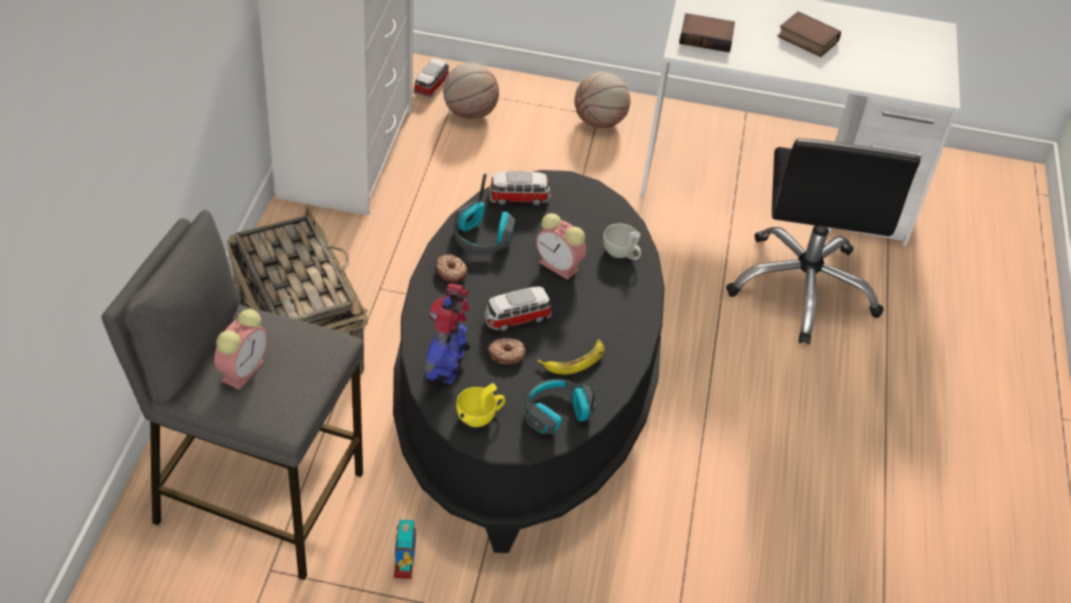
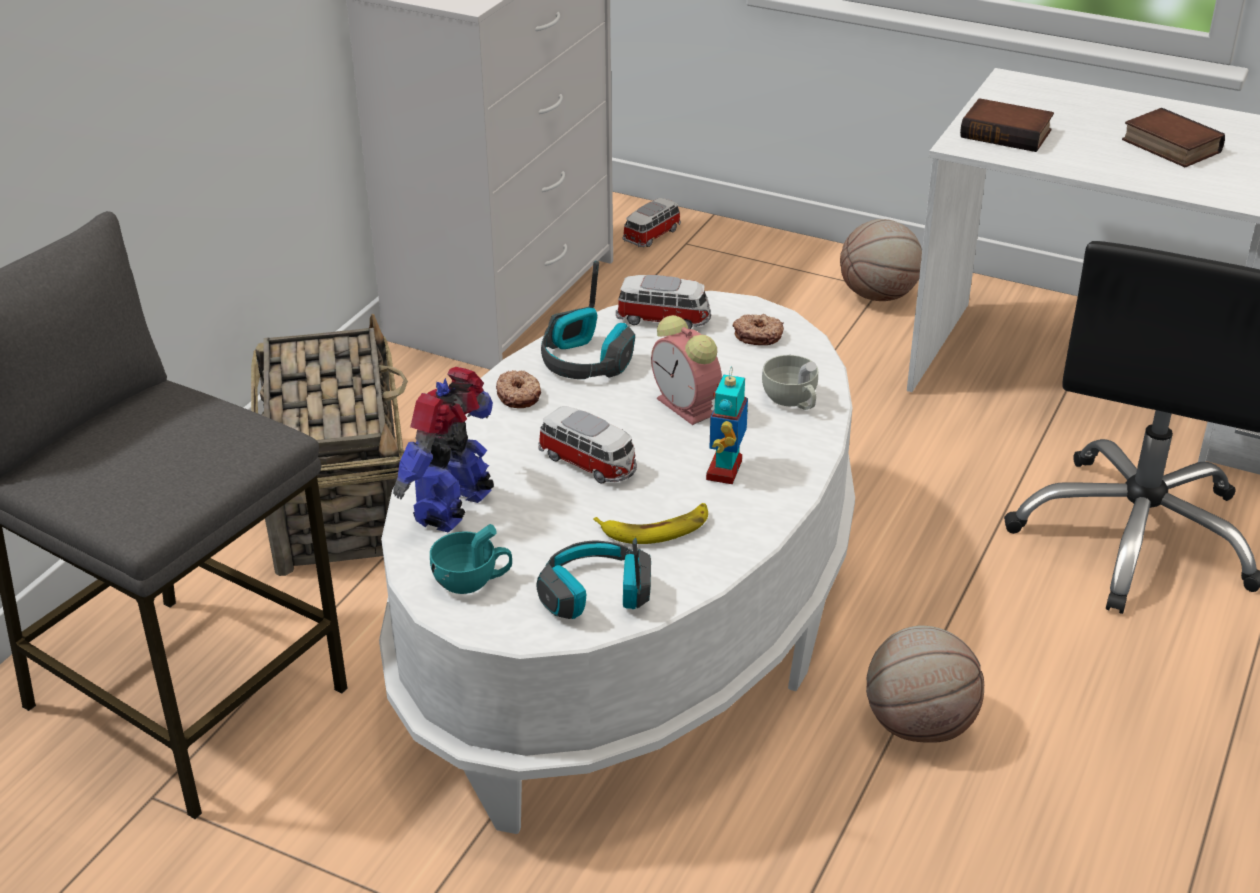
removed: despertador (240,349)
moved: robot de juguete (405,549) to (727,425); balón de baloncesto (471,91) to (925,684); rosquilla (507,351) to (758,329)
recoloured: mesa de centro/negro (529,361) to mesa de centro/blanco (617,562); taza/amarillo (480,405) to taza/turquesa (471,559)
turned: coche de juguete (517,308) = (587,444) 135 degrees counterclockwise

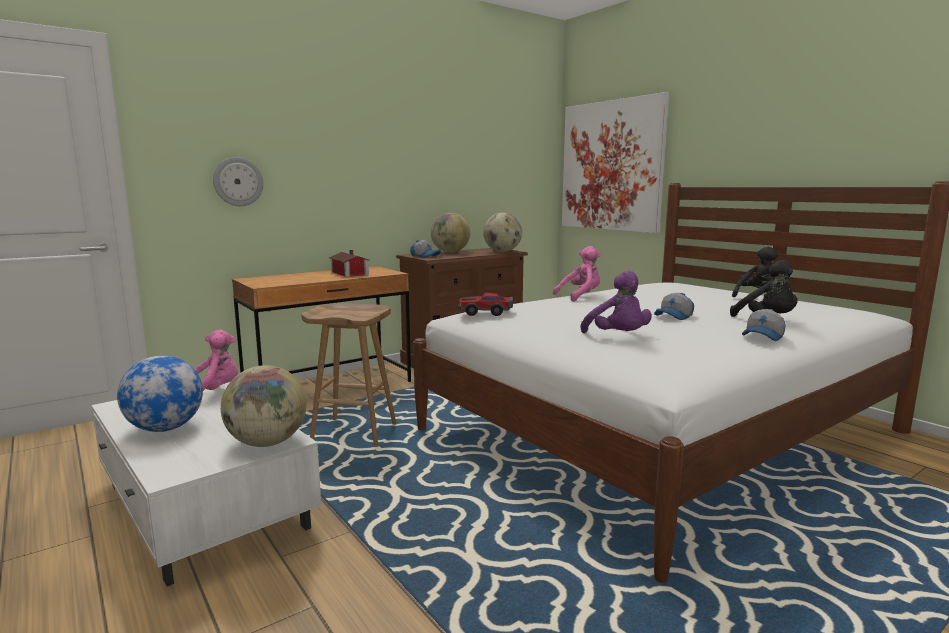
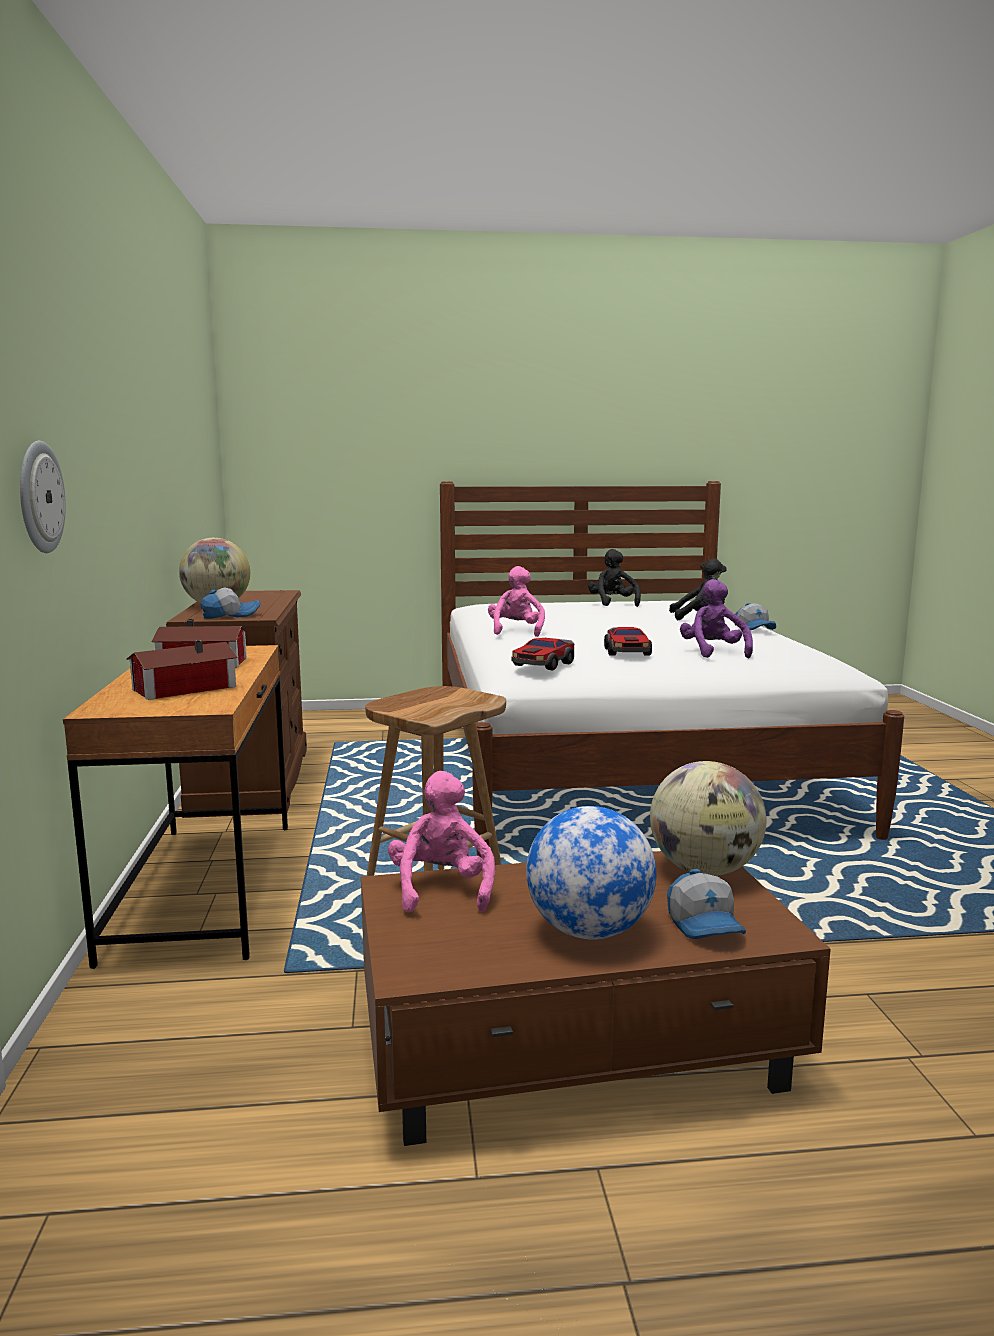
removed: globo terráqueo (502,232); cuadro (615,162)
added: casita (182,670); coche de juguete (628,641)
moved: gorra (674,306) to (706,904)
recoloured: mesa de centro/blanco (206,484) to mesa de centro/marrón (596,998)
turned: peluche/morado (616,302) = (716,618) 105 degrees counterclockwise

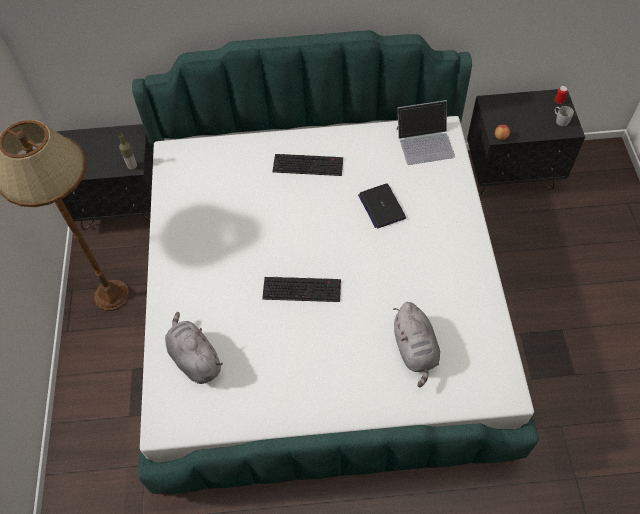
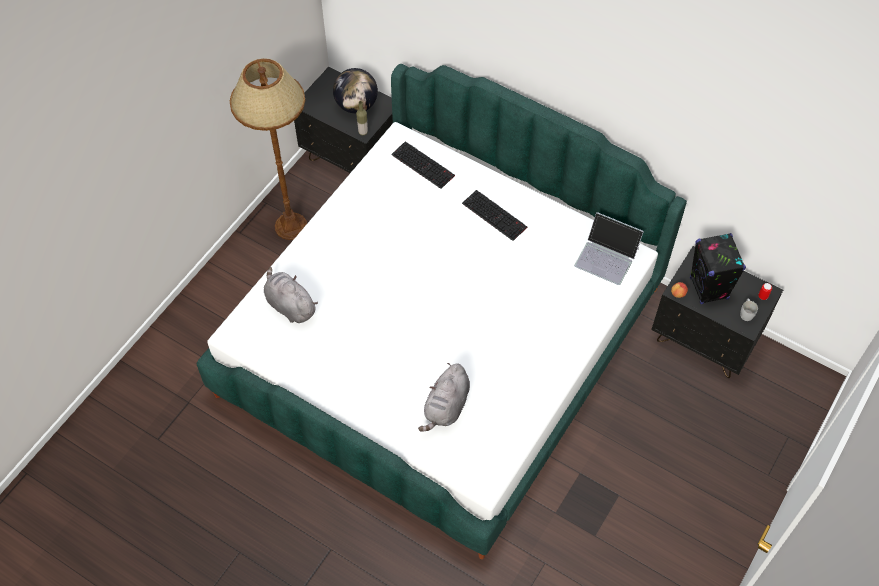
removed: portátil (382,206)
added: globo terráqueo (355,90); altavoz/negro (718,268)
moved: teclado (301,289) to (423,165)
turned: peluche/gris (194,348) = (291,295) 45 degrees counterclockwise

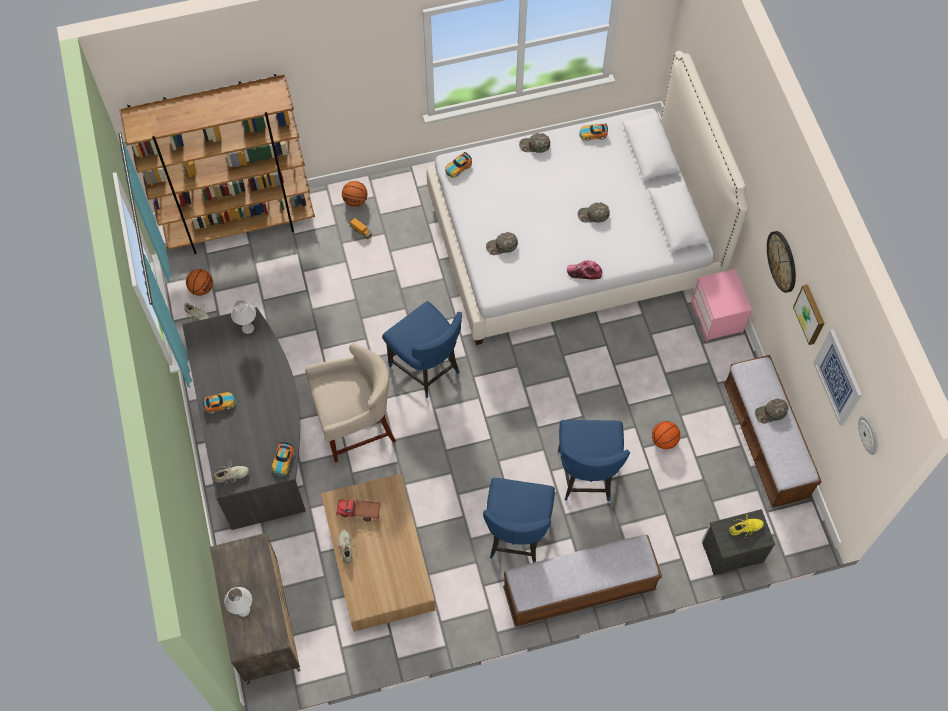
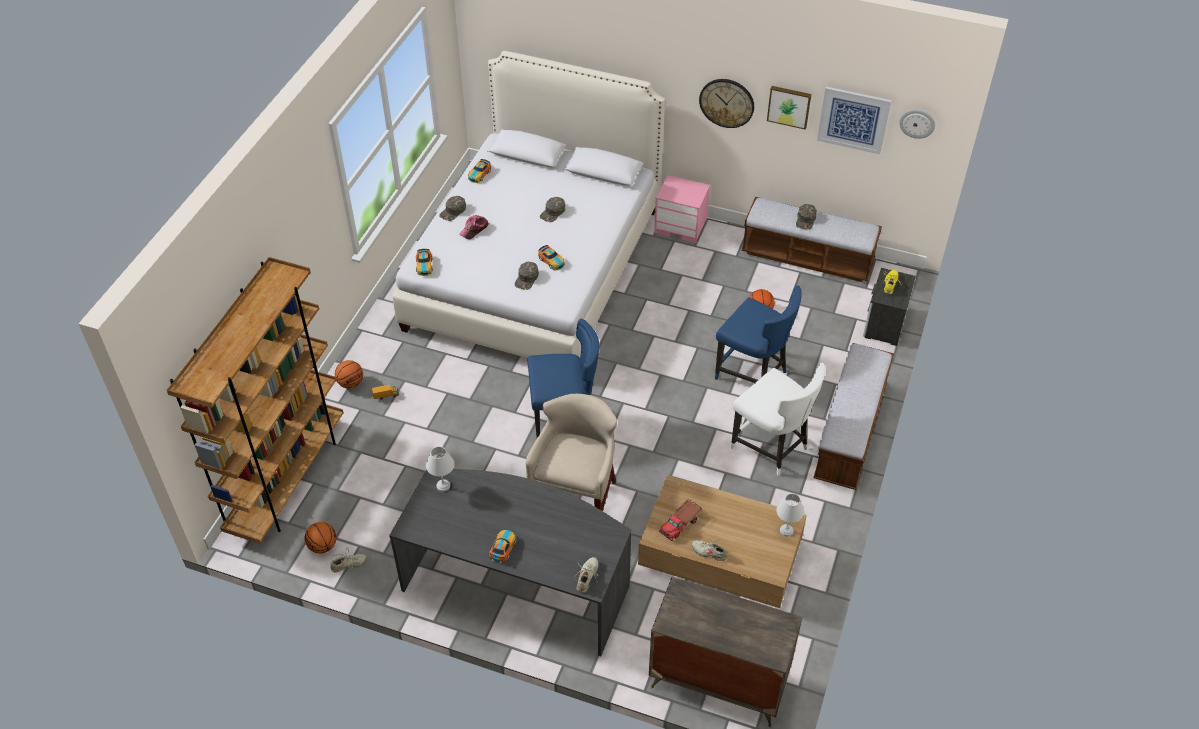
moved: lámpara de mesa/blanco (238,602) to (790,514); coche de juguete (283,459) to (551,257); gorra (584,269) to (474,227)
recoloured: silla/azul (519,520) to silla/blanco (778,419)

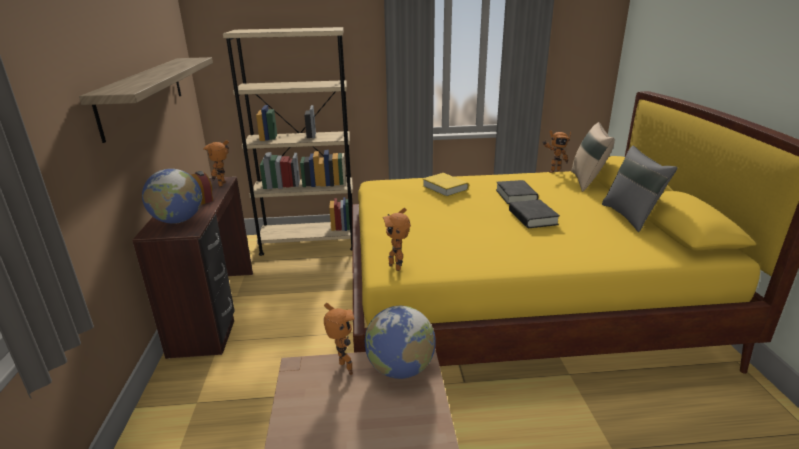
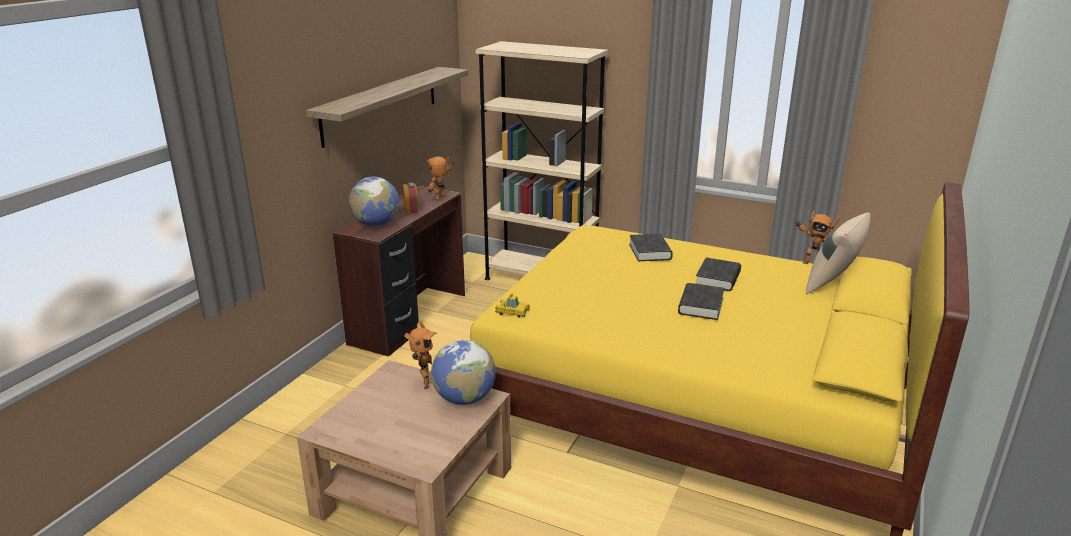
removed: cojín/gris (640,189)
replaced: robot de juguete (397,239) to coche de juguete (512,305)
recoloured: libro/amarillo (445,185) to libro/negro (651,247)

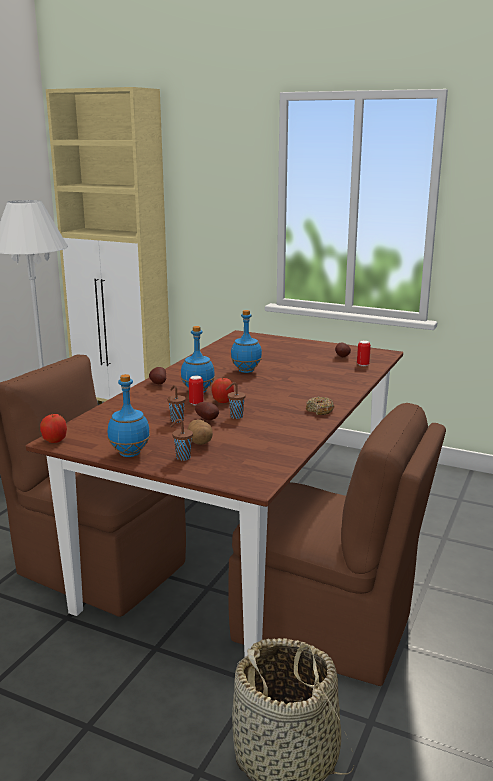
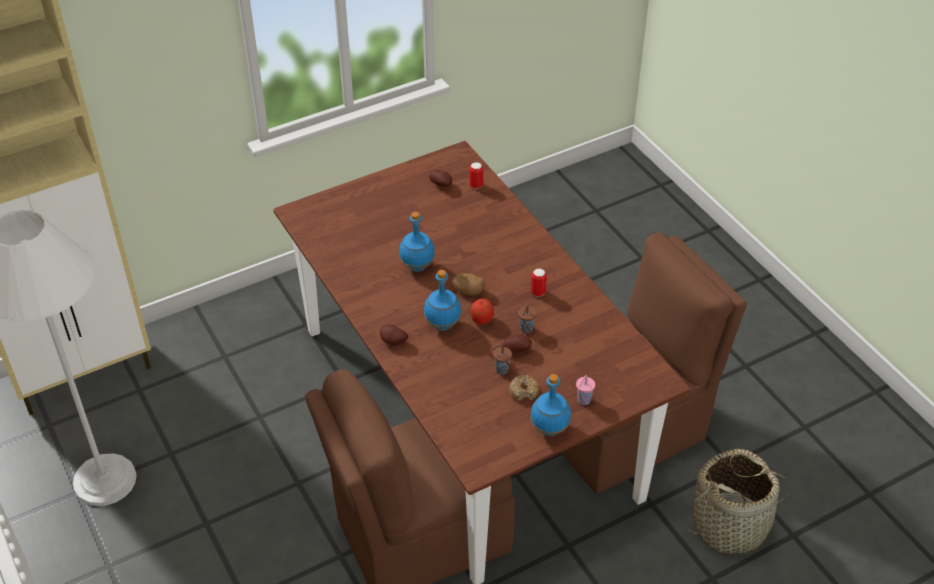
removed: manzana (53,428)
moved: patata (200,432) to (468,284); lata (196,390) to (539,283); rosquilla (320,405) to (524,388)
recoloured: taza/marrón (181,440) to taza/rosa (585,390)

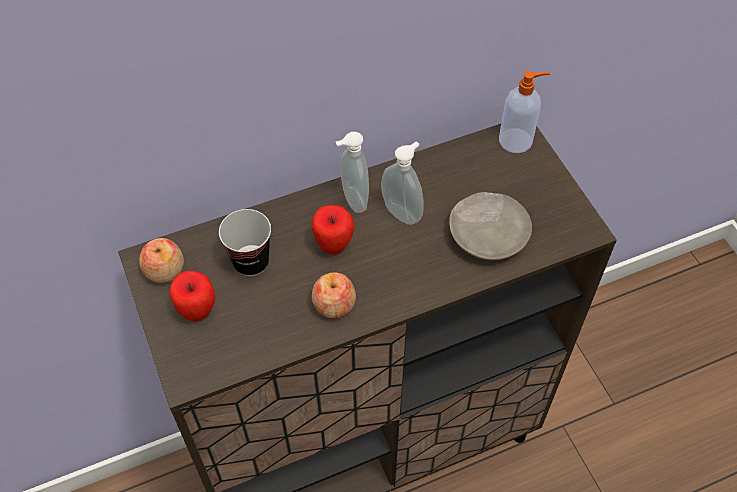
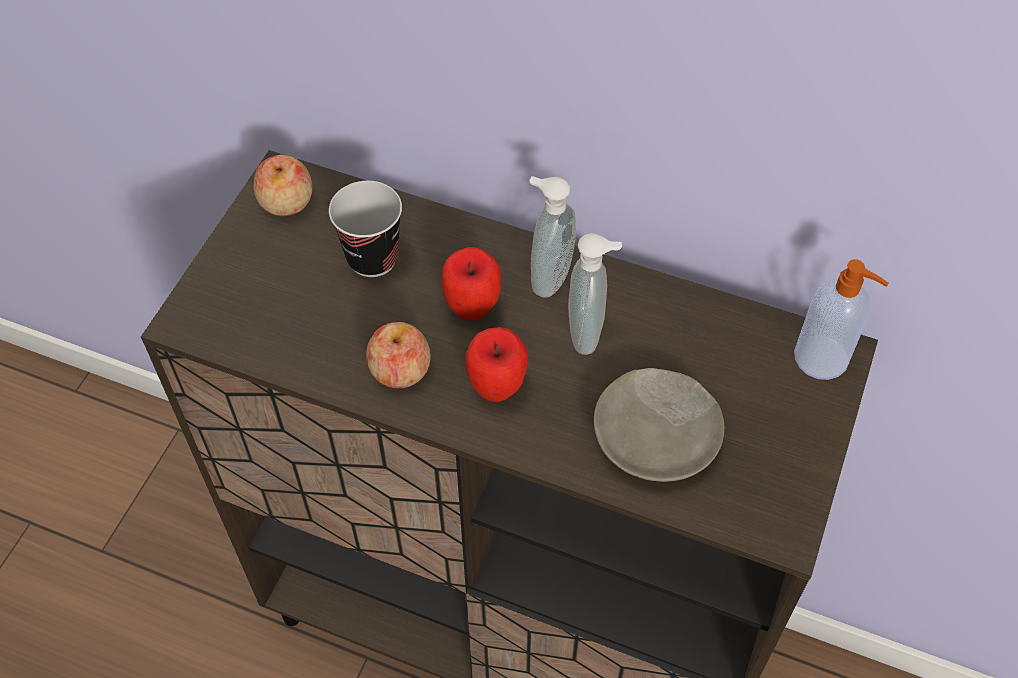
moved: manzana (192,296) to (496,364)

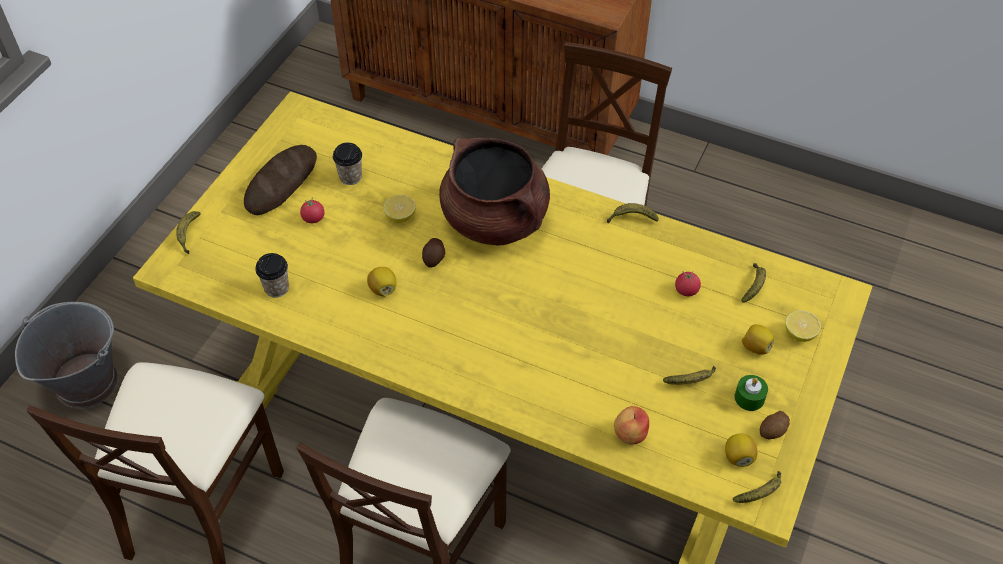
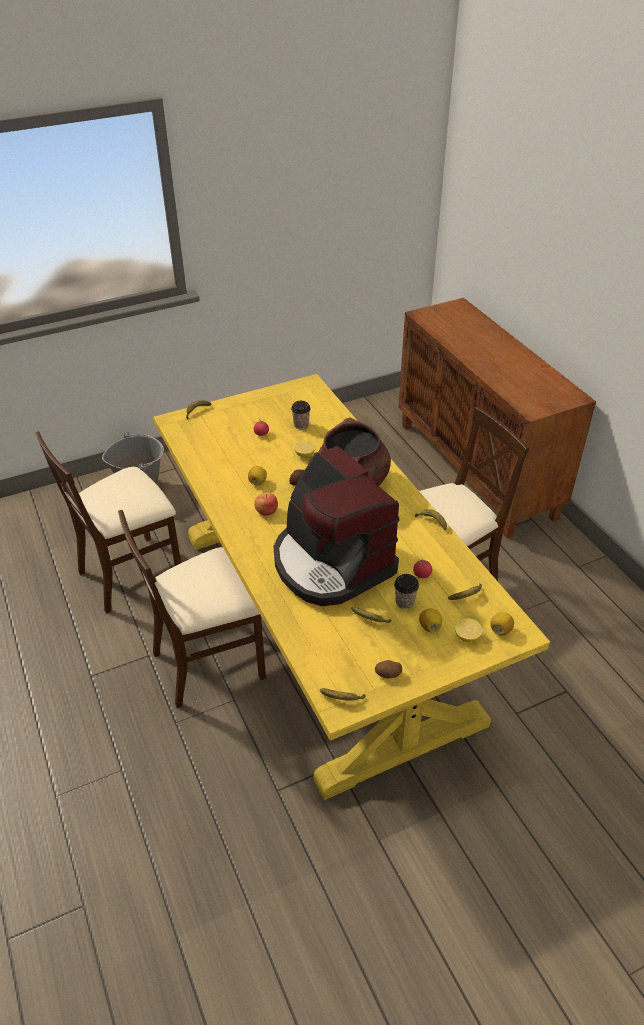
removed: pan (280,180); vela/verde (751,393)
added: cafetera (336,526)
moved: taza (272,275) to (406,591); manzana (631,425) to (266,504); limón (741,450) to (502,623)

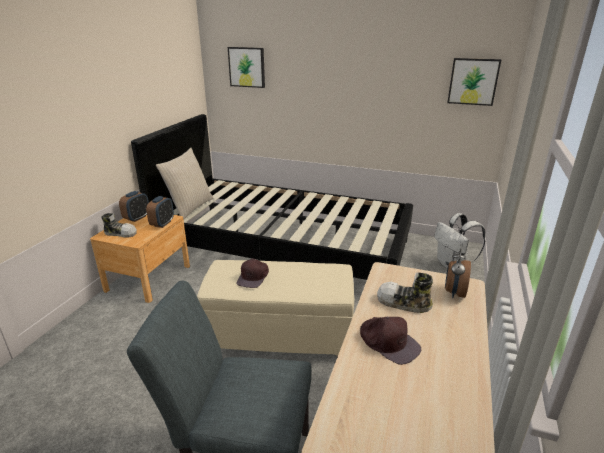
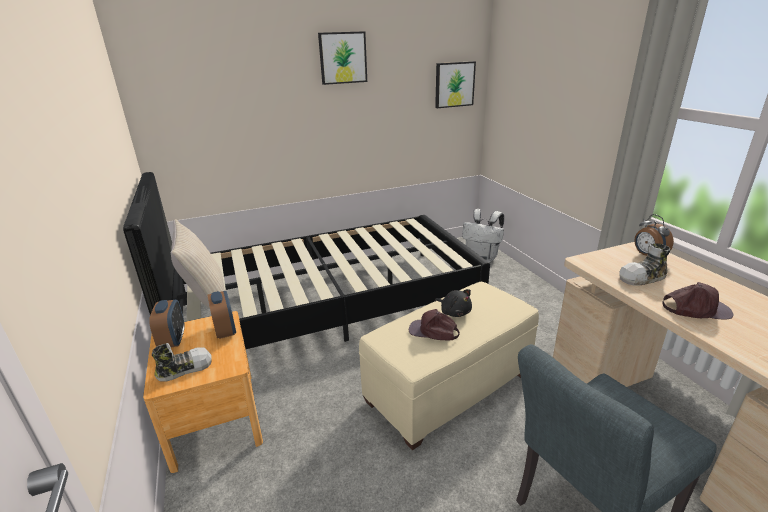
added: peluche/negro (453,303)
moved: cuadro (246,67) to (342,58)
turned: gorra/marrón (253,273) = (434,324) 135 degrees clockwise

